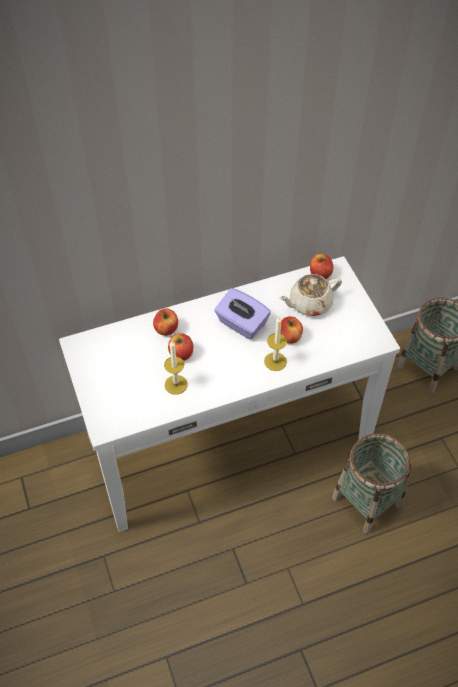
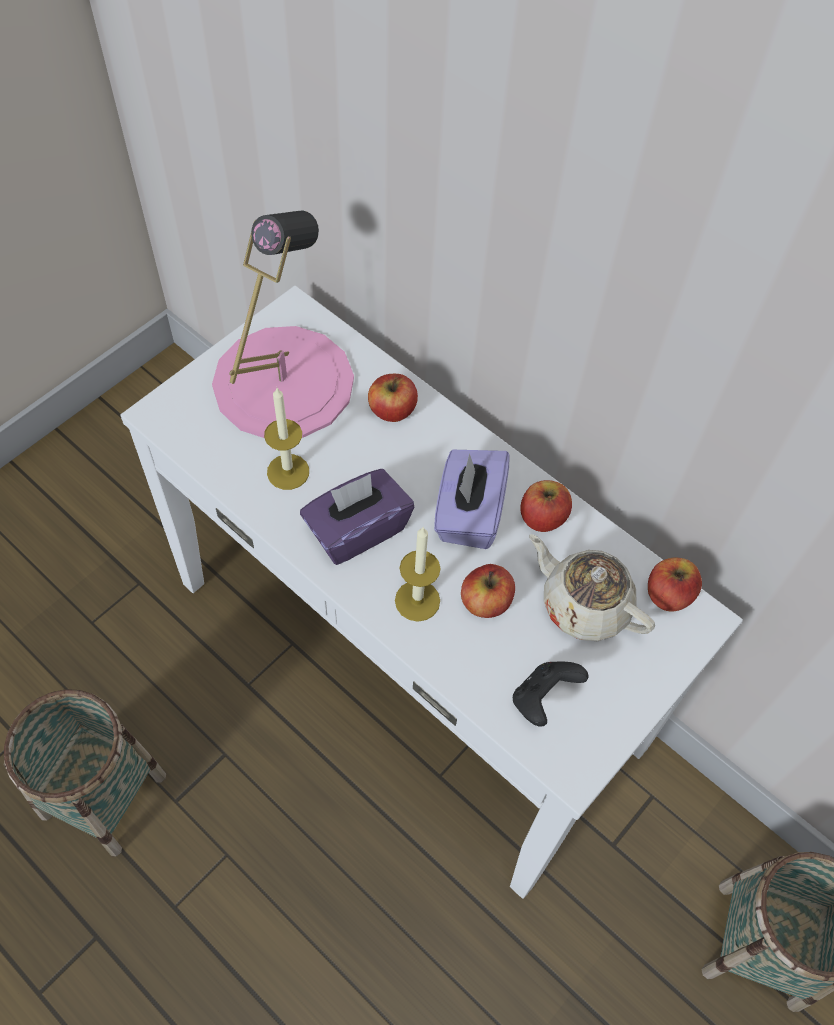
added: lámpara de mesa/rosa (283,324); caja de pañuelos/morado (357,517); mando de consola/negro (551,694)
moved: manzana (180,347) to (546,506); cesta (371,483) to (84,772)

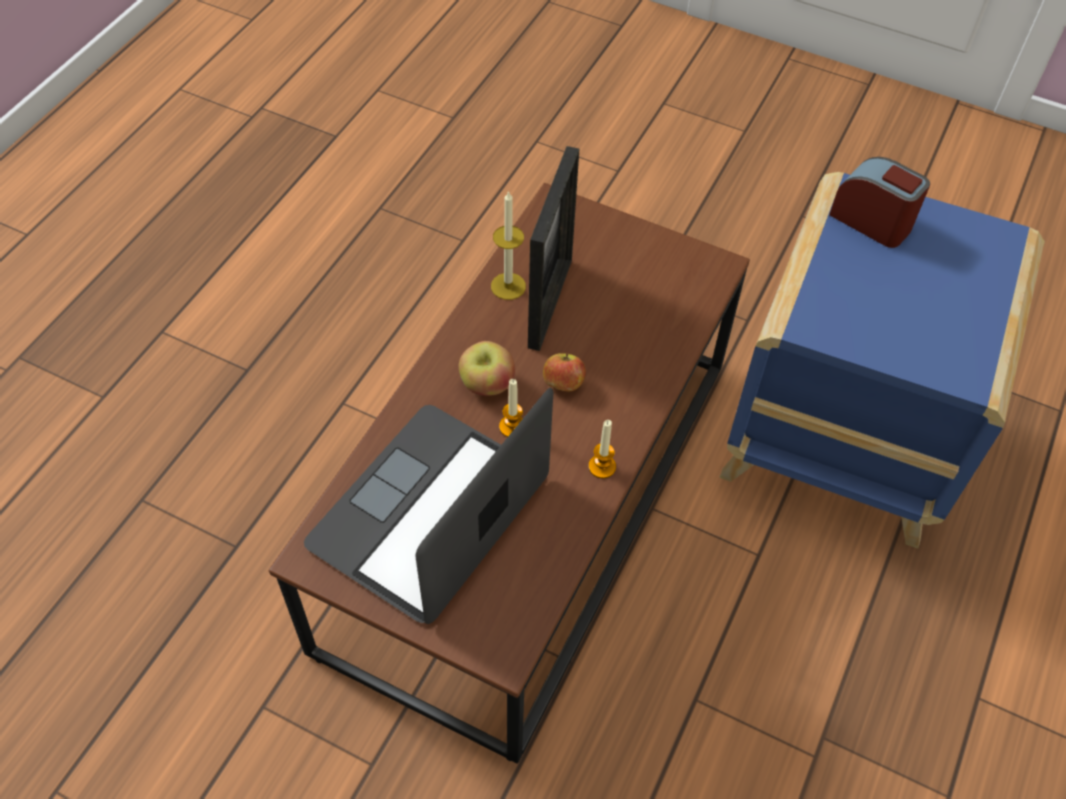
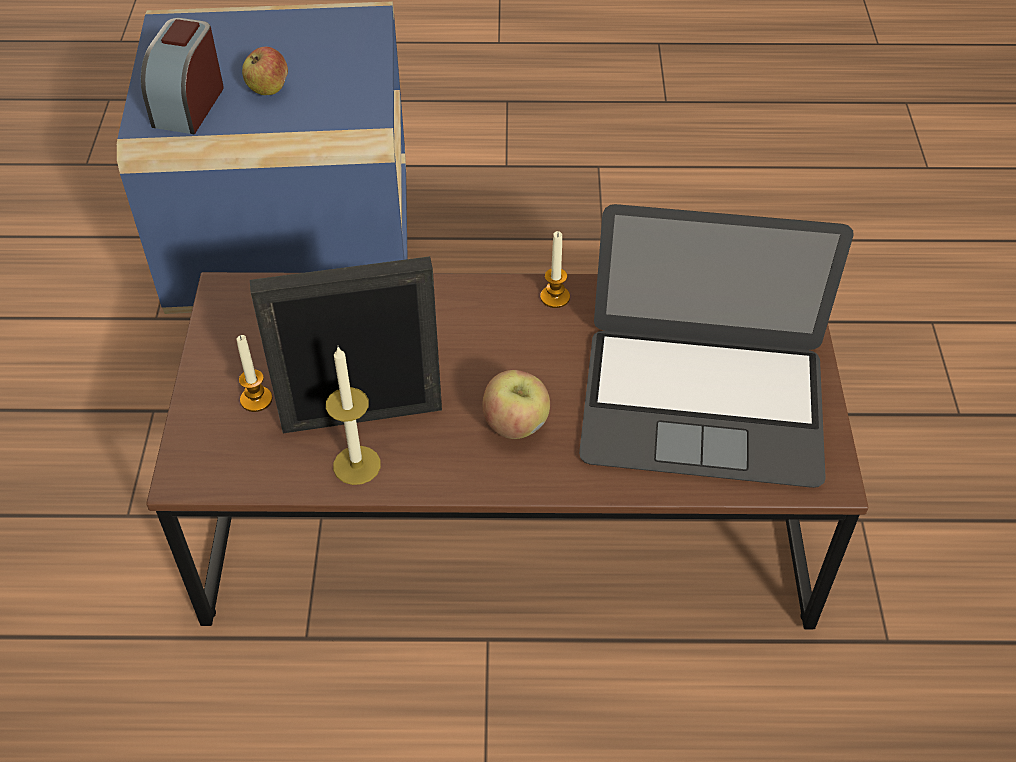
moved: vela (511,408) to (254,373); manzana (564,372) to (265,71)

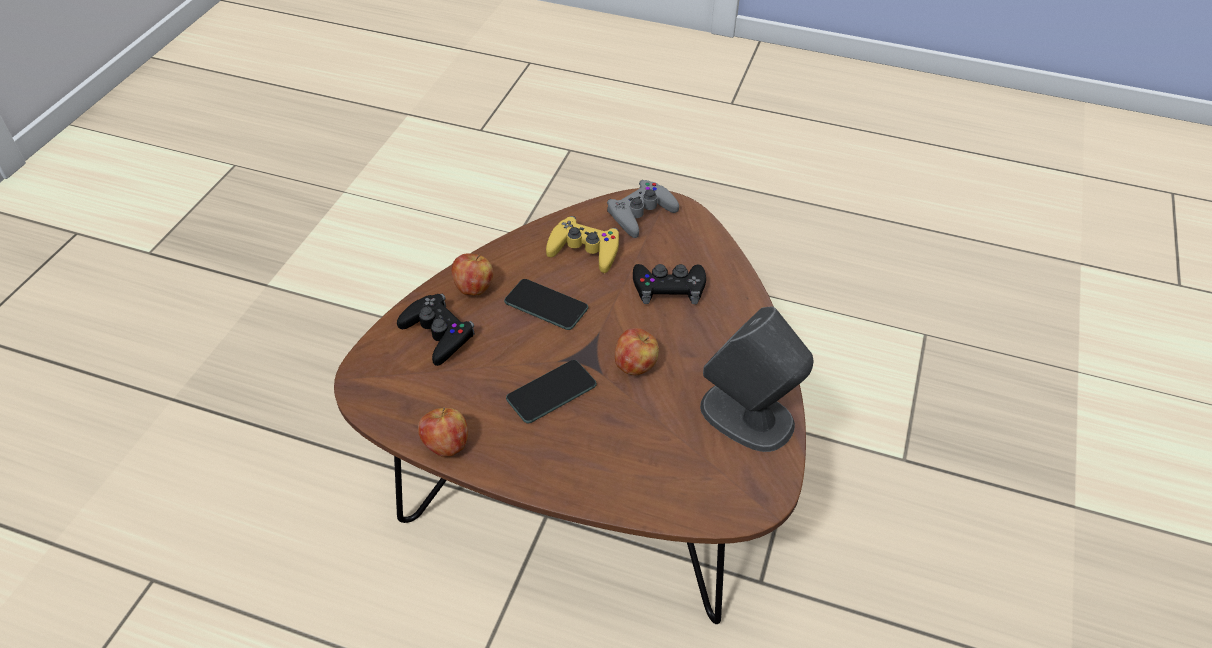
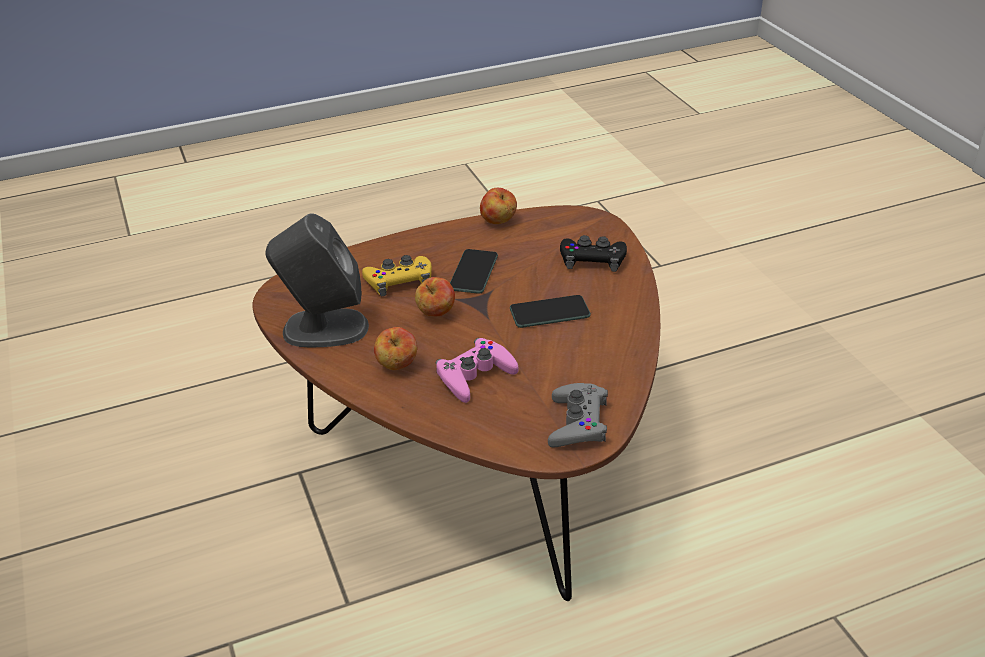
moved: manzana (472,275) to (395,348); mando de consola/amarillo (582,244) to (397,275)
recoloured: mando de consola/negro (669,284) to mando de consola/rosa (477,370)

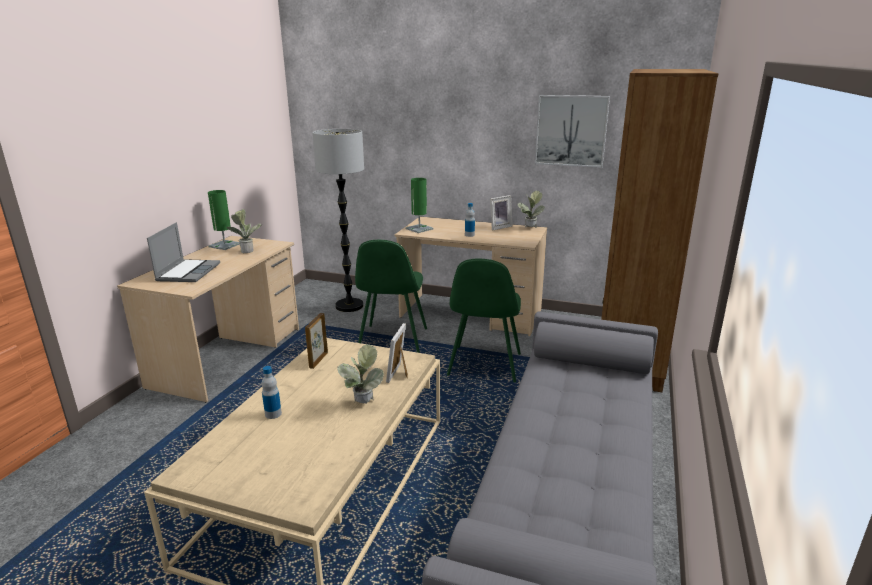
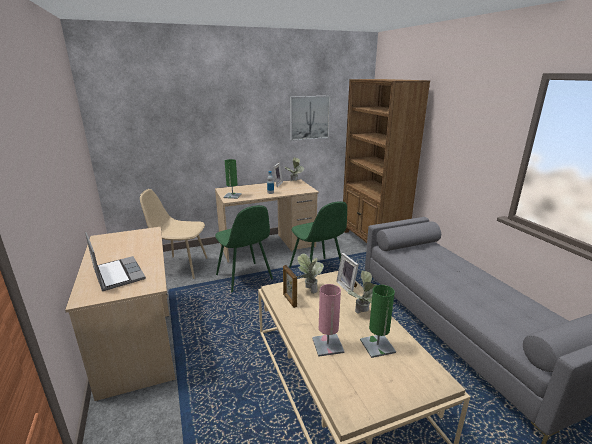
moved: lámpara de mesa/verde (224,220) to (378,321); planta en maceta (244,231) to (310,273)
replaced: botella (271,392) to lámpara de mesa/rosa (328,320); lámpara de pie (338,220) to silla/beis (173,234)

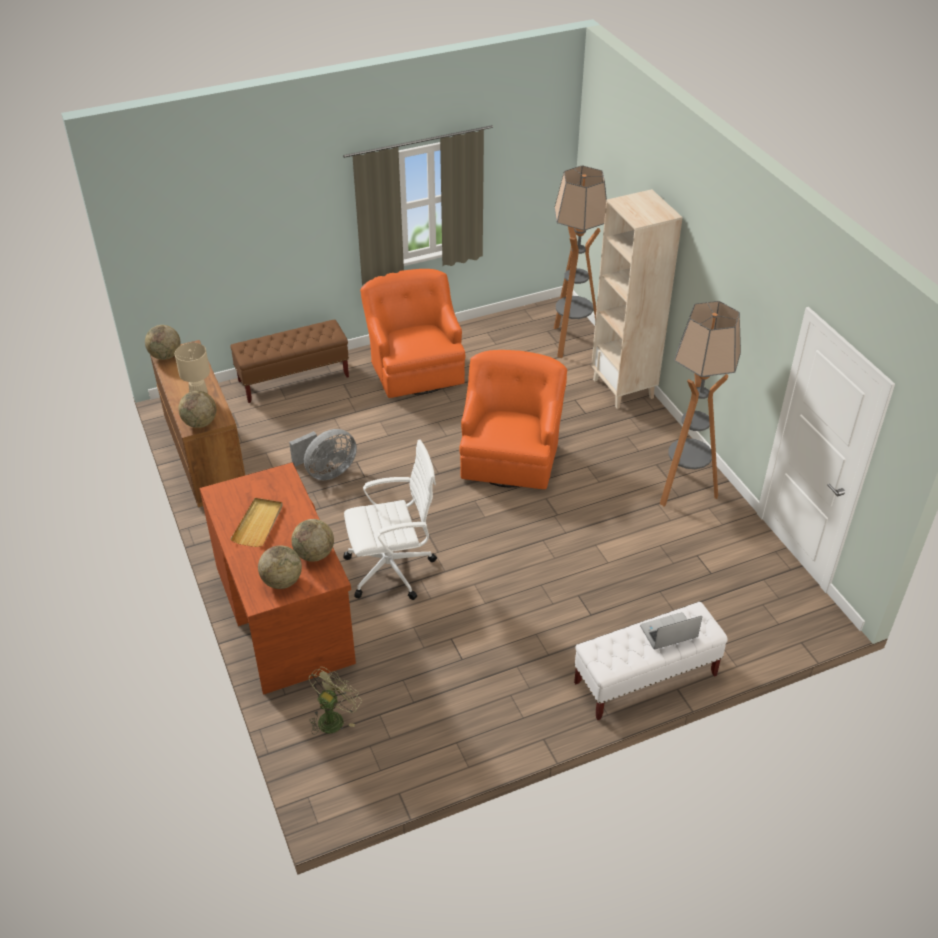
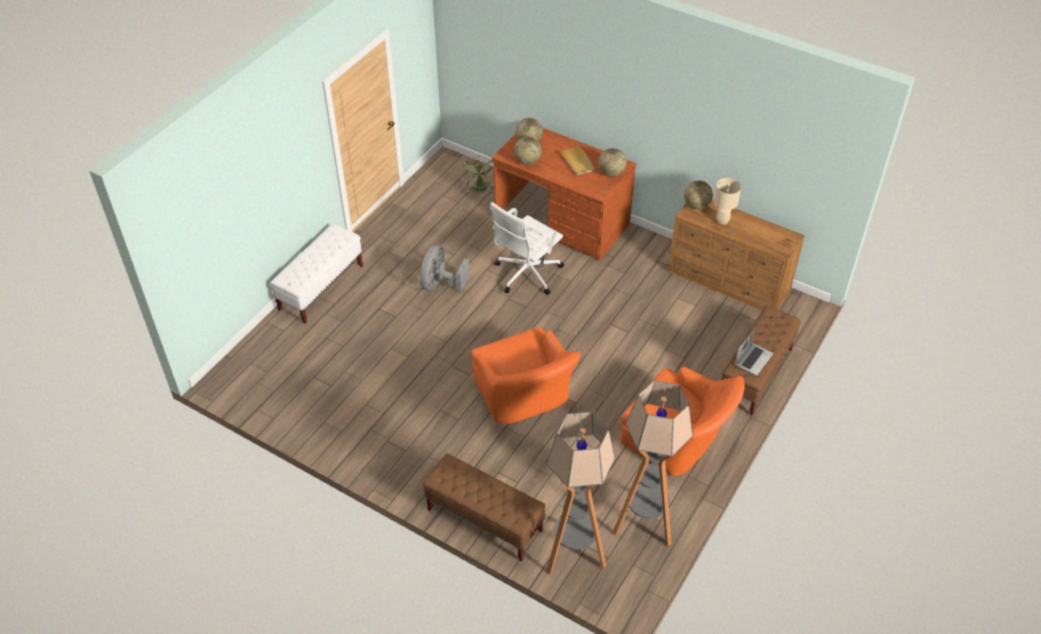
moved: globo terráqueo (163,342) to (612,162); ventilador/gris (323,454) to (445,268); portátil (671,630) to (754,352); lámpara de pie (700,403) to (653,463)
replaced: estantería/beis (637,299) to banco/marrón (484,507)

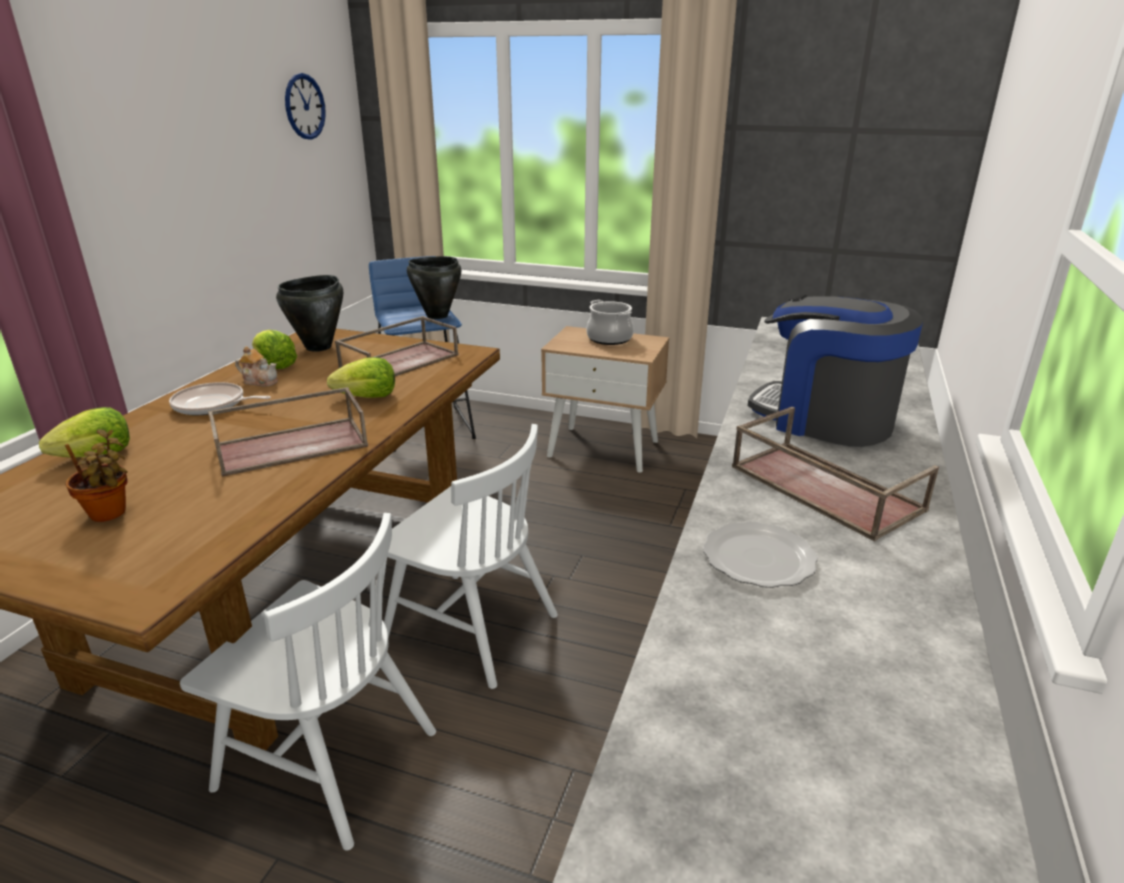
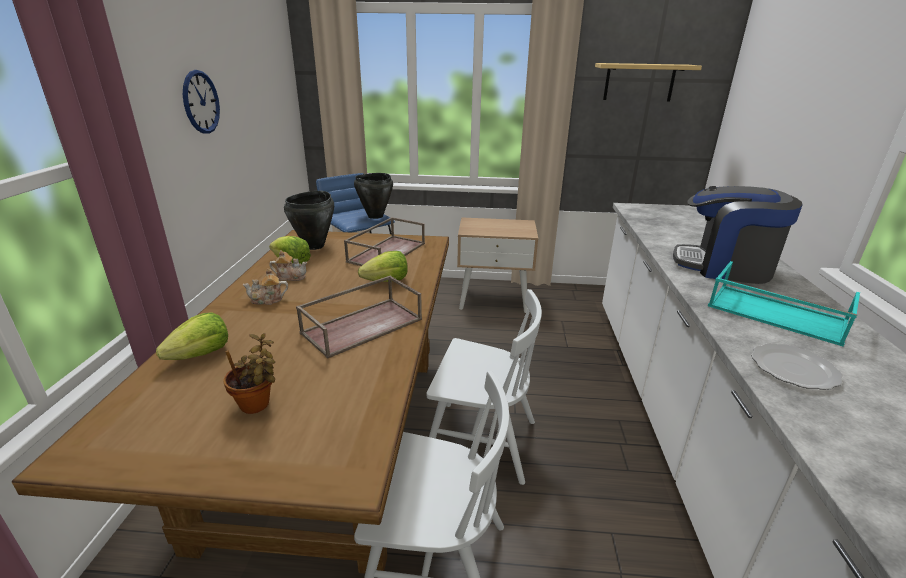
removed: olla (610,322)
added: estante (648,82)
moved: reloj de pared (305,106) to (201,101)
replaced: sartén (220,398) to tetera (265,286)
recoloured: bandeja/marrón (835,474) to bandeja/turquesa (784,303)

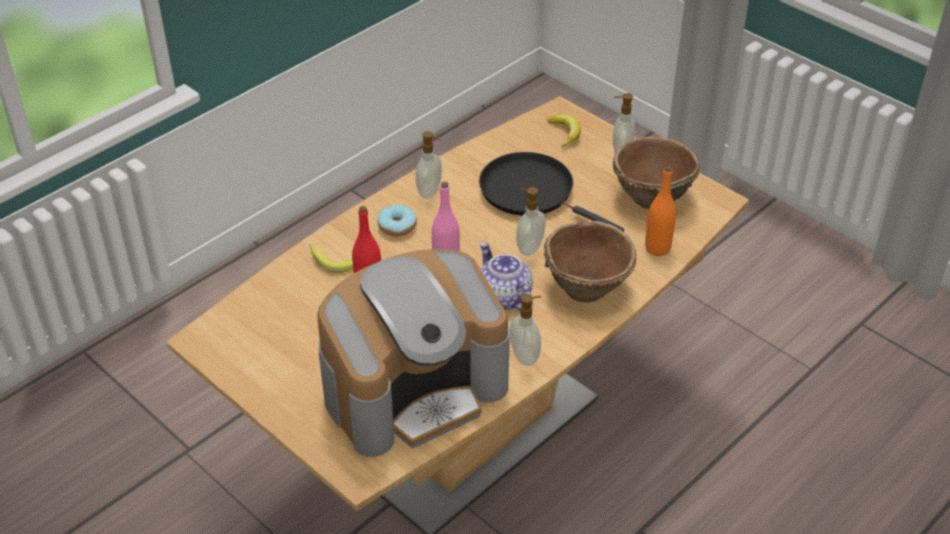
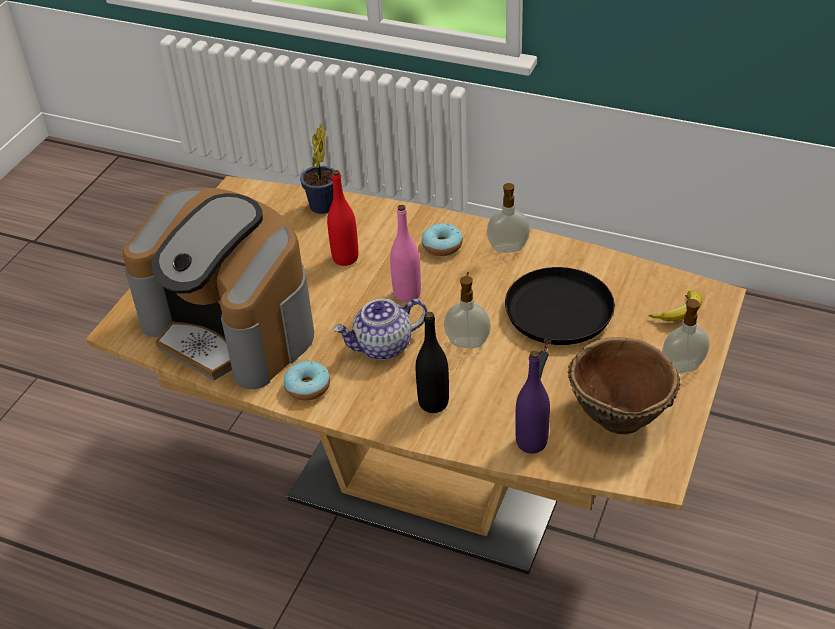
removed: plátano (331,258)
added: planta en maceta (317,168)
replaced: dispensador de jabón (526,330) to rosquilla (307,381); cuenco/marrón (590,262) to botella/negro (432,362)
recoloured: botella/naranja (660,211) to botella/morado (532,401)
turned: tetera (506,276) = (380,329) 150 degrees counterclockwise

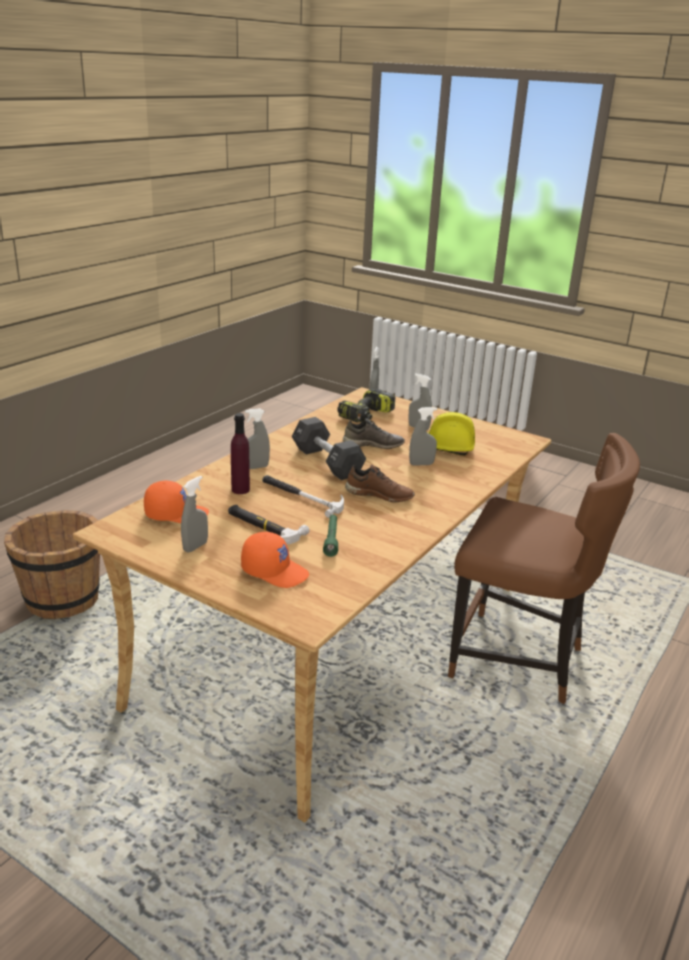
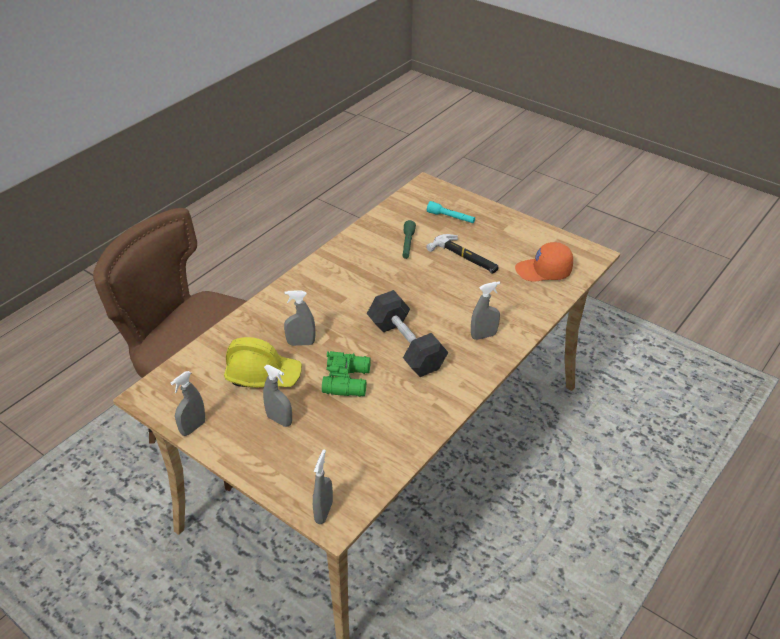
removed: cubo/marrón (52,564); botella/morado (240,453); martillo (303,496); taladro (366,405); zapato/marrón (380,483)
moved: pulverizador/gris (194,514) to (187,403)
replaced: gorra/naranja (275,560) to linterna/turquesa (451,212); zapato/gris (374,433) to prismáticos/verde (346,374)

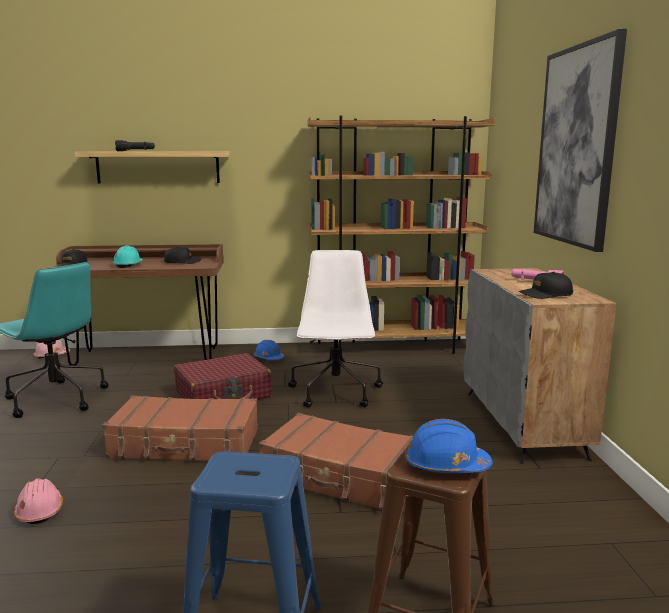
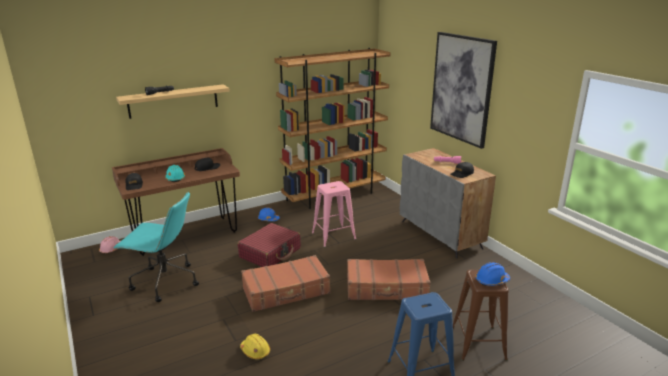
replaced: silla de oficina/blanco (335,329) to taburete/rosa (334,214)
recoloured: casco/rosa (38,501) to casco/amarillo (255,346)

